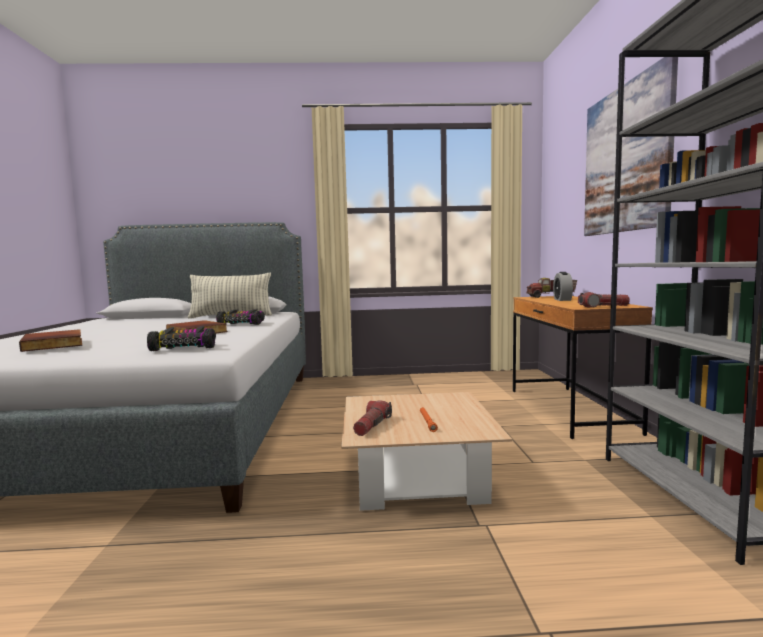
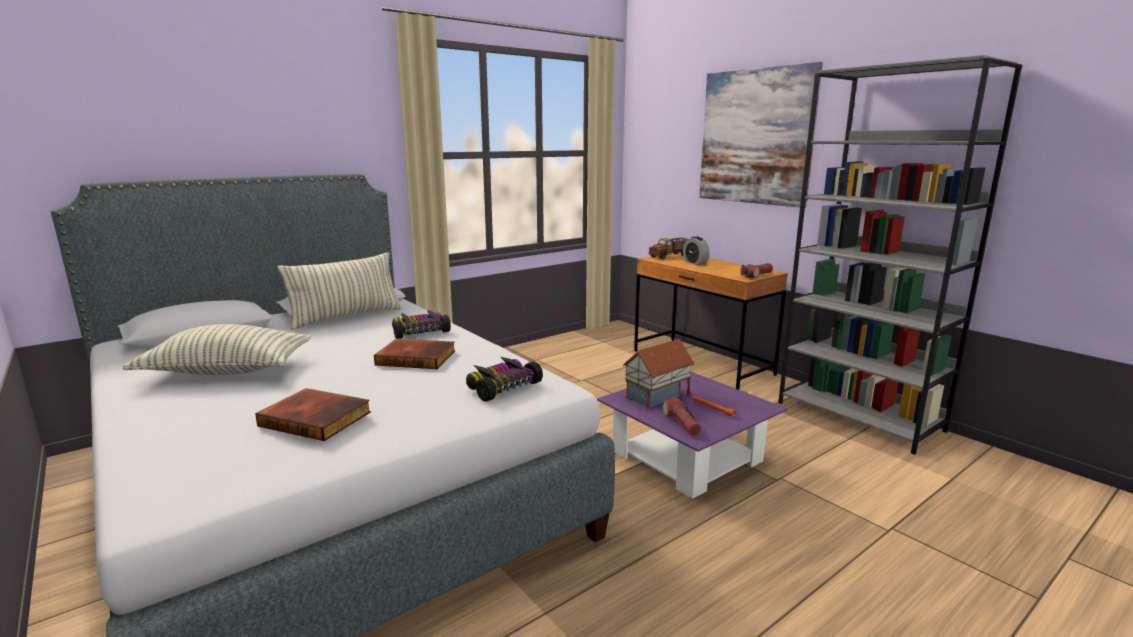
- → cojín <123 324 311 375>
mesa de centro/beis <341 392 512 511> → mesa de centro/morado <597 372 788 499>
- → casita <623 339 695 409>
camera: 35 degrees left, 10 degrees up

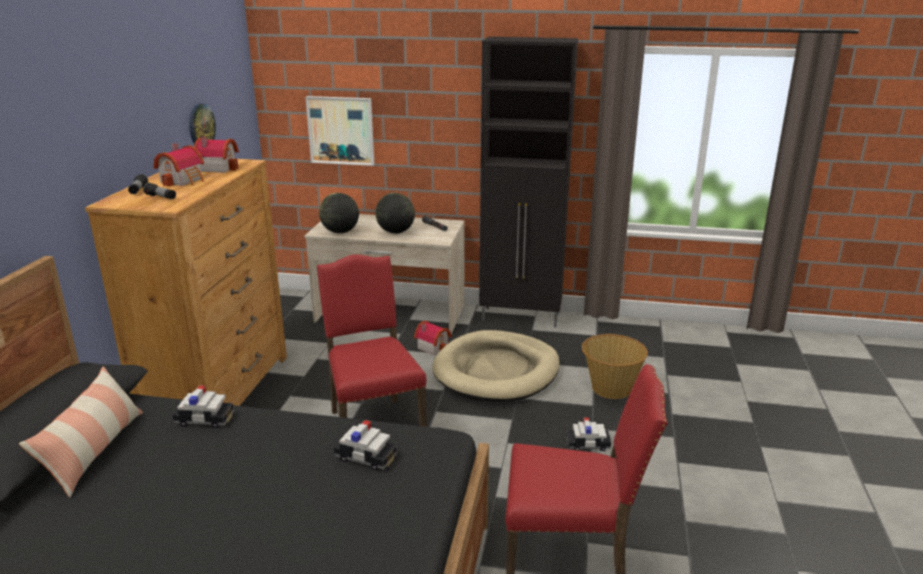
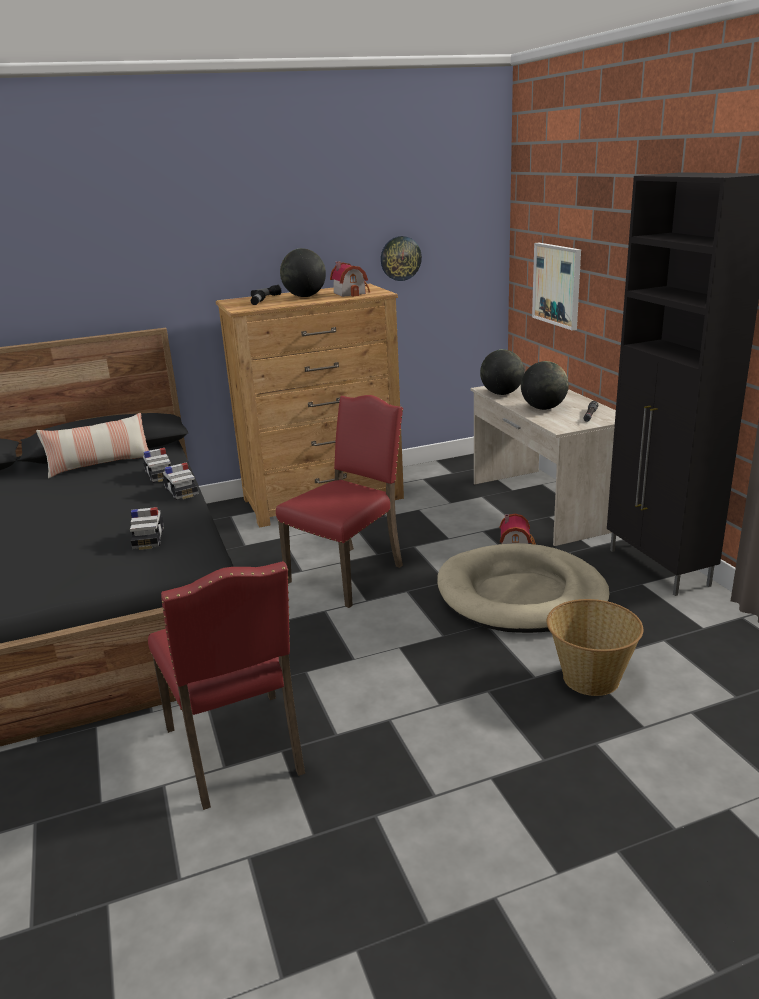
coche de juguete <567 417 611 451> → coche de juguete <163 463 199 500>, move
casita <153 143 204 187> → globo terráqueo <280 248 326 297>
camera: 60 degrees right, 0 degrees up

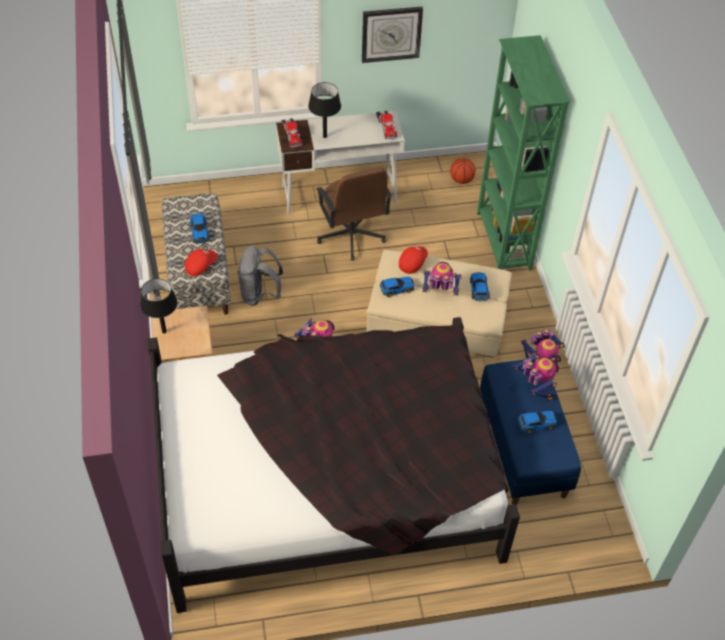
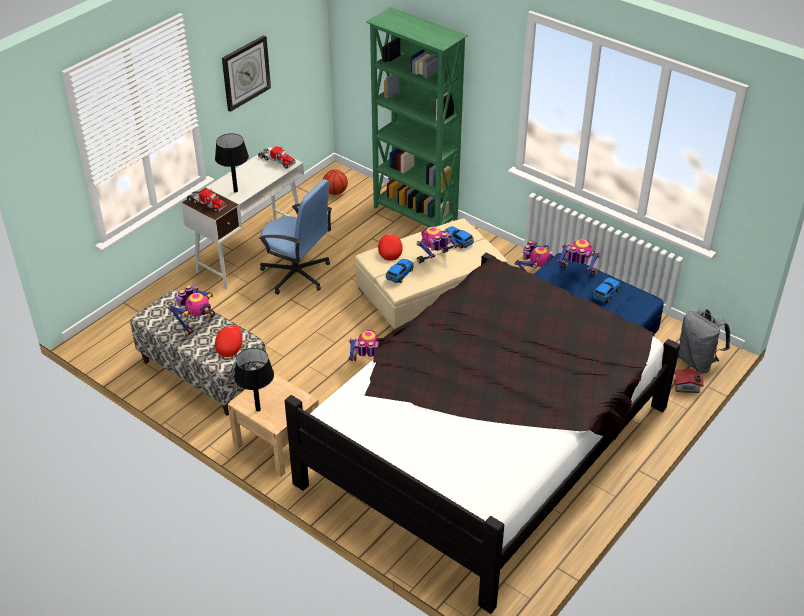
coche de juguete <190 213 209 243> → robot de juguete <168 285 215 335>
silla de oficina/marrón <316 168 392 261> → silla de oficina/azul <259 179 332 295>
- → casita <674 368 704 393>
mochila/gris <237 245 283 306> → mochila/gris <678 308 730 373>, move
camera: 40 degrees left, 10 degrees down

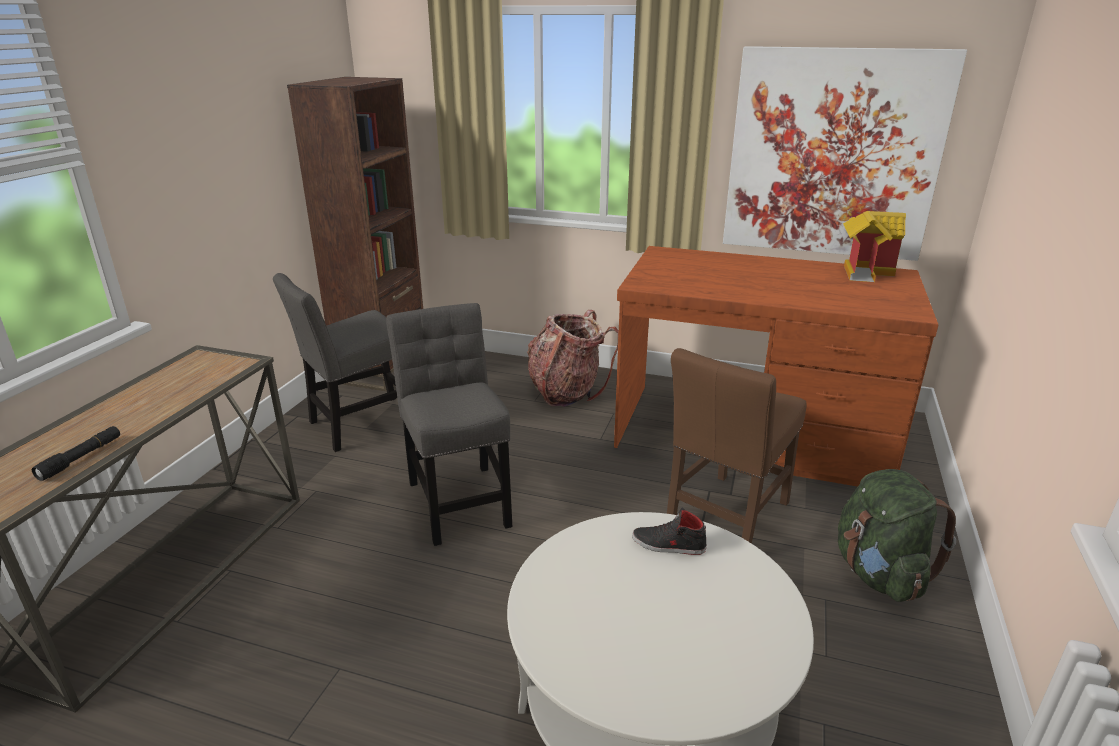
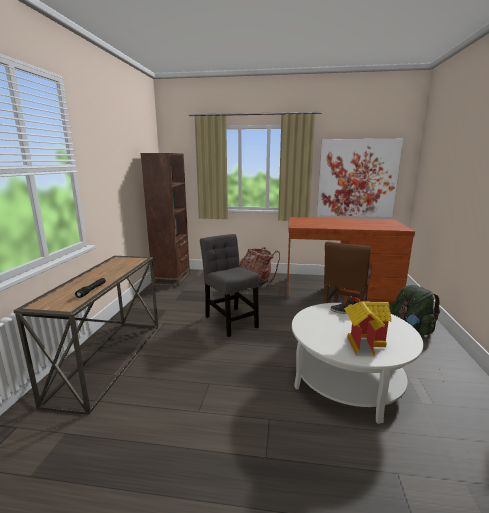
casita <843 211 906 282> → casita <344 301 392 357>, move
silla/gris <273 273 397 452> → -
camera: 10 degrees left, 10 degrees down

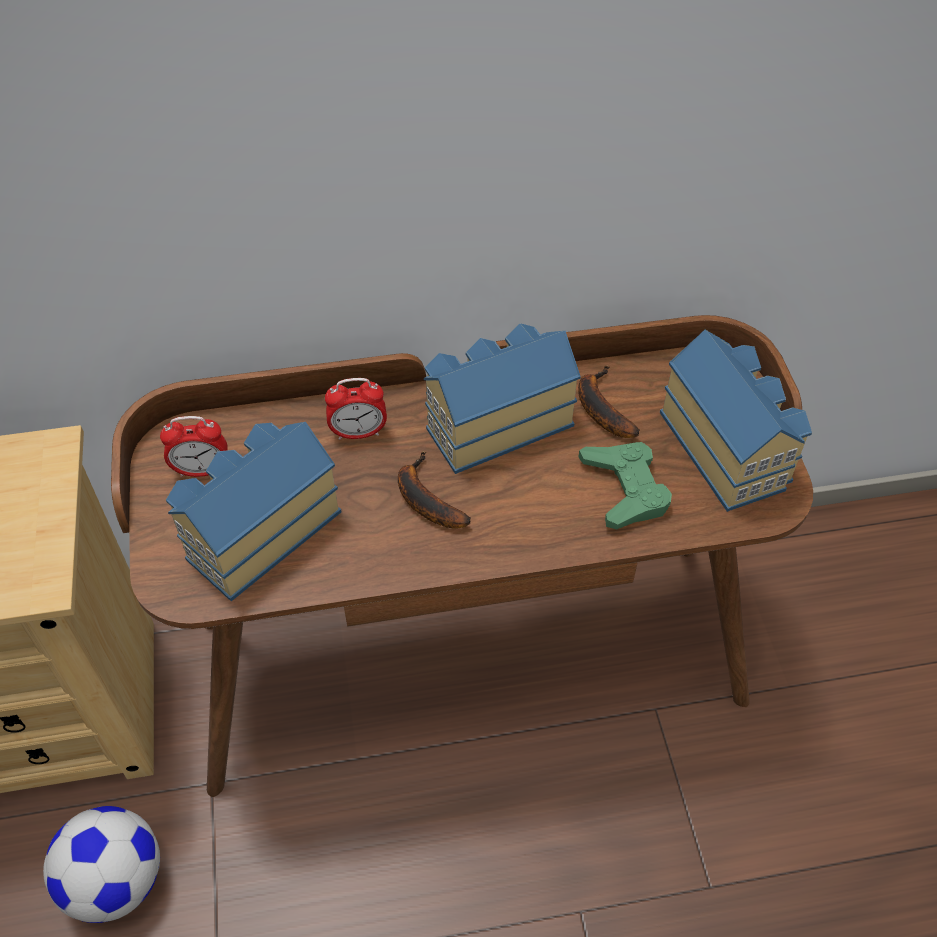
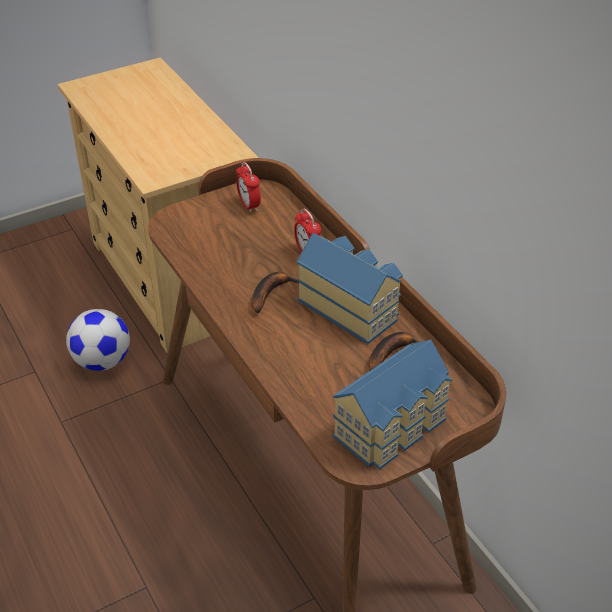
casita <166 422 341 601> → -
mando de consola/verde <578 442 672 529> → -
camera: 70 degrees right, 10 degrees down

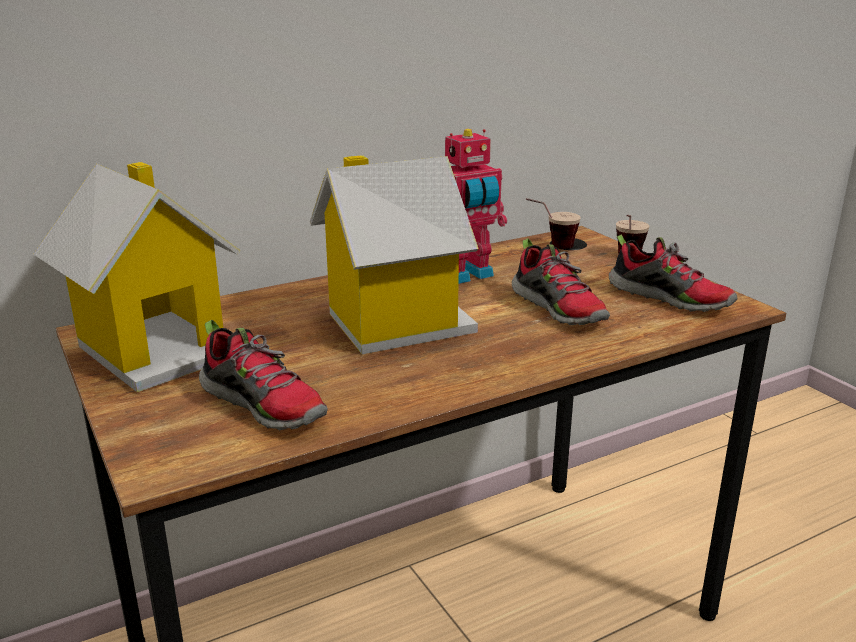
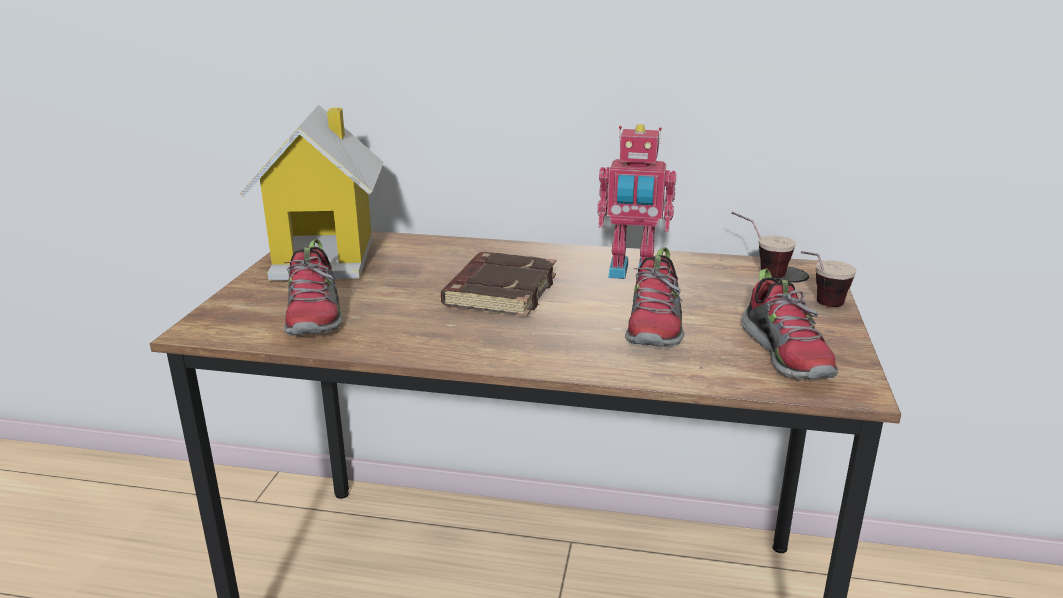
casita <310 155 479 354> → libro/marrón <441 252 556 317>
camera: 40 degrees right, 0 degrees up

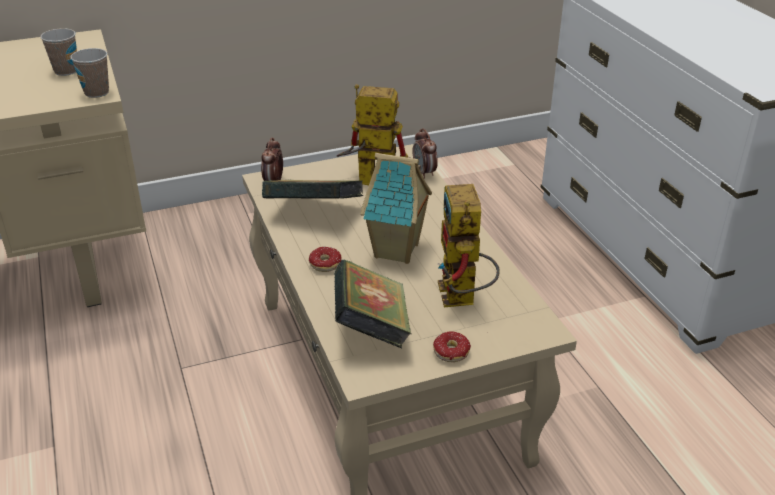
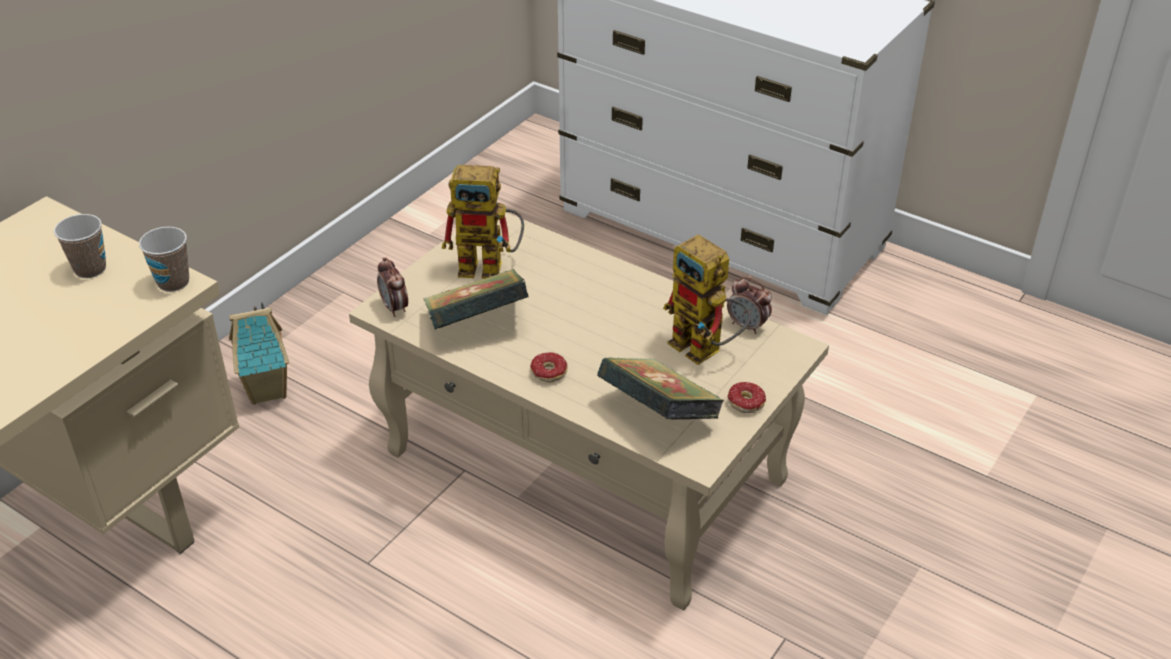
casita <360 153 432 264> → casita <229 302 289 405>, move
robot de juguete <337 84 408 185> → robot de juguete <442 165 524 279>, 150 degrees counterclockwise
despertador <413 128 438 179> → despertador <727 277 772 334>, move
camera: 35 degrees left, 5 degrees up

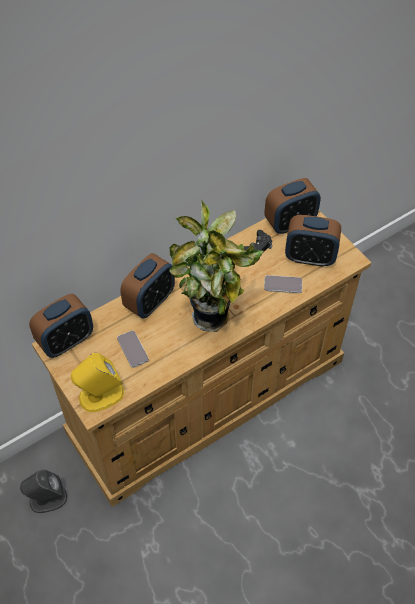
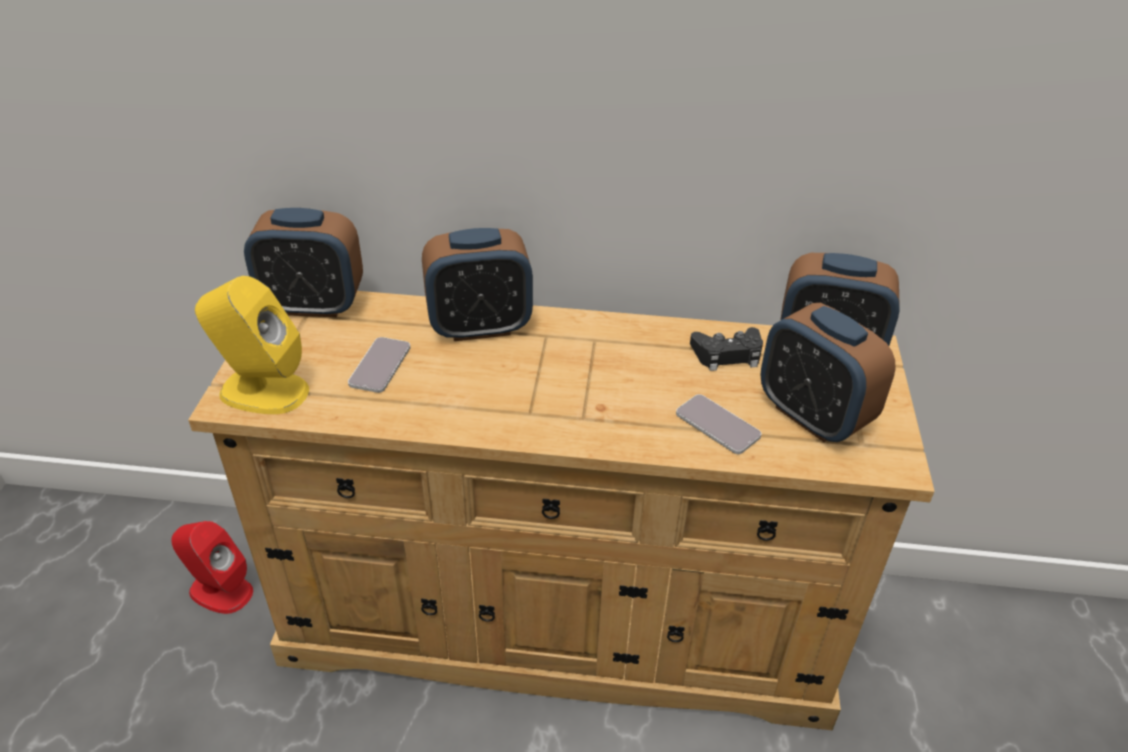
altavoz/gris <20 470 67 513> → altavoz/rojo <171 521 253 614>
planta en maceta <169 200 263 332> → -
camera: 40 degrees right, 15 degrees down

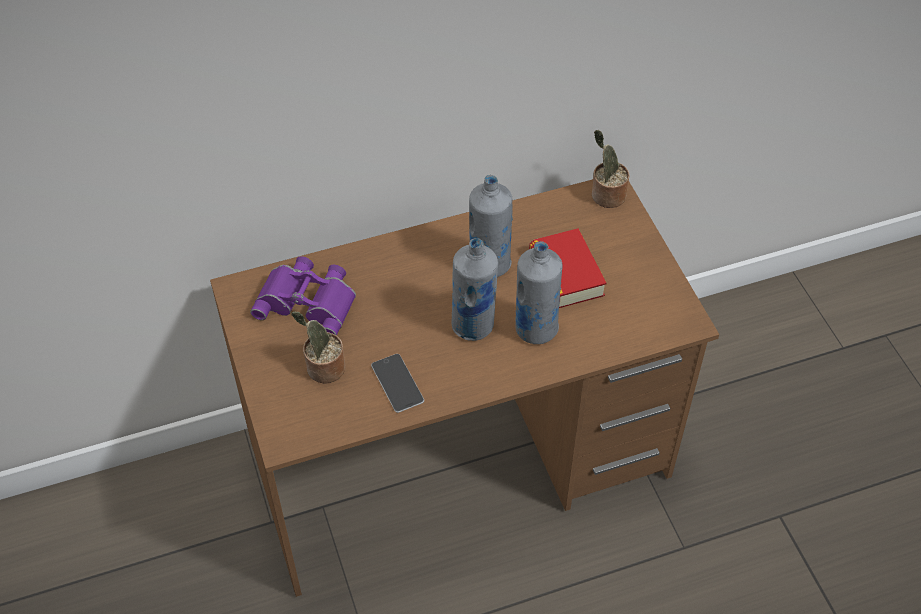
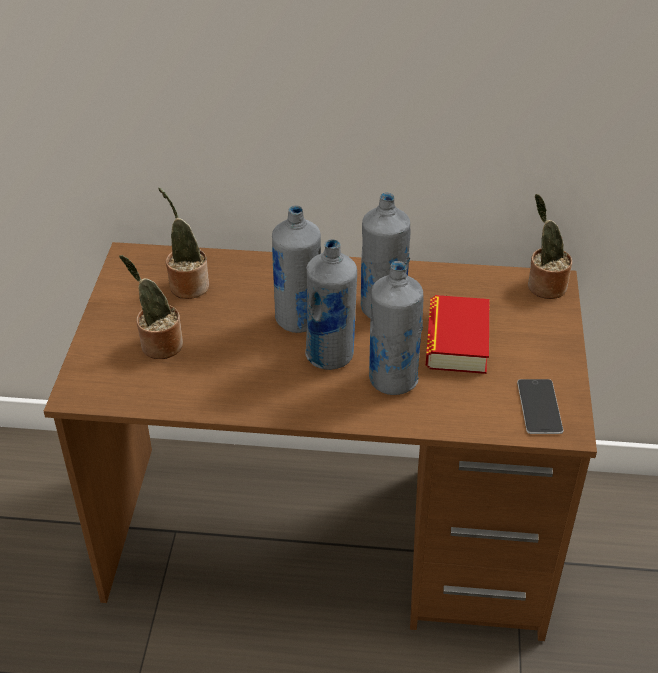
prismáticos/morado <250 256 356 336> → planta en maceta <158 188 209 299>
- → botella/gris <272 205 321 333>
móvil <371 354 424 413> → móvil <517 379 563 434>, move
camera: 25 degrees right, 10 degrees down

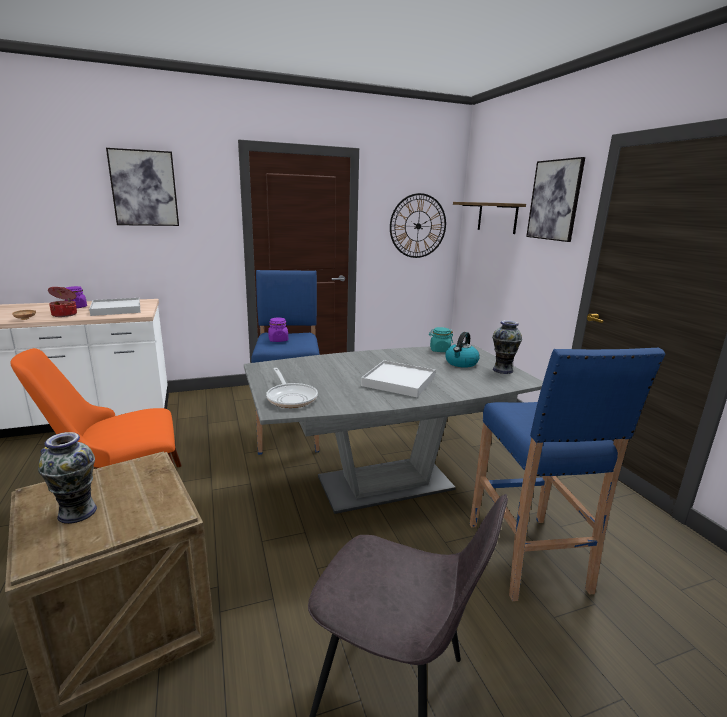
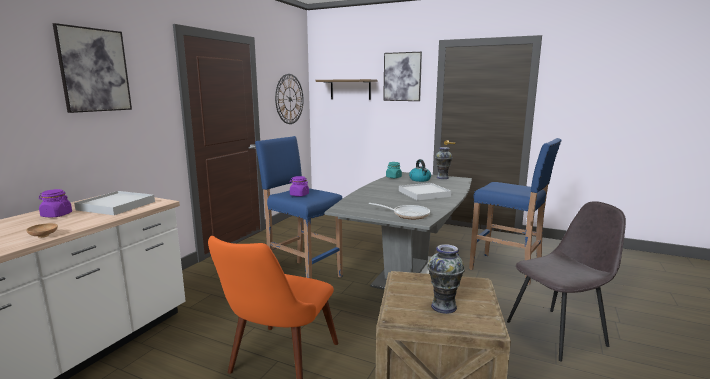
olla <48 287 77 317> → -
camera: 45 degrees left, 5 degrees down

